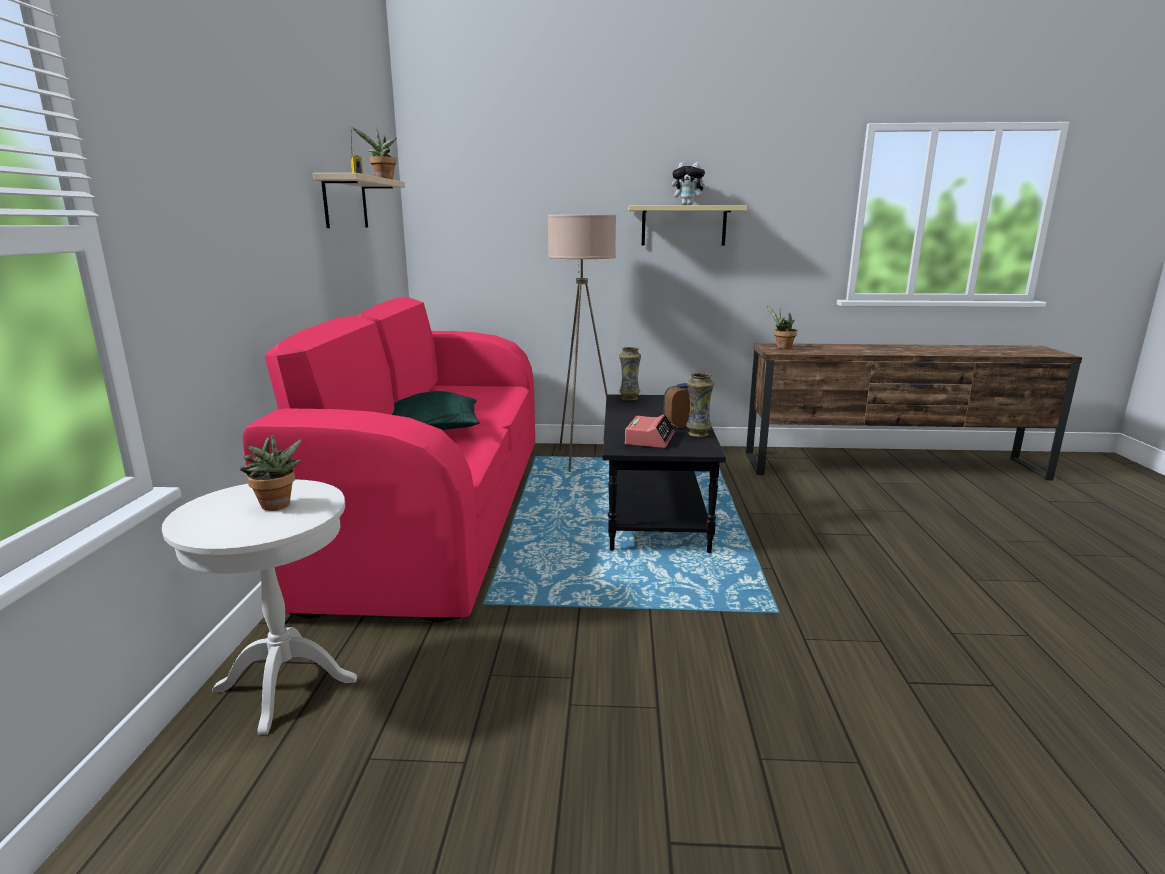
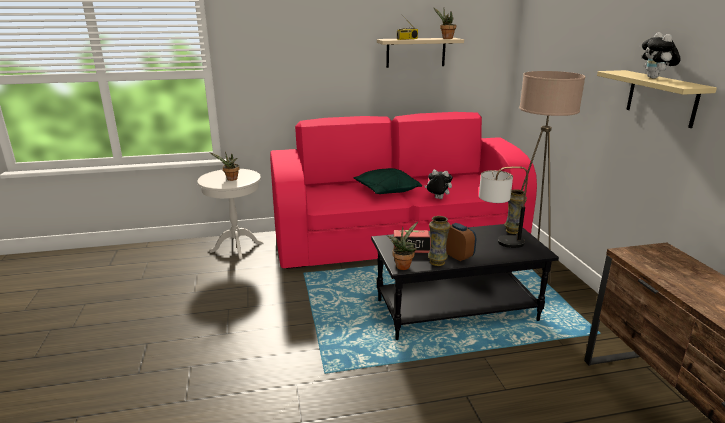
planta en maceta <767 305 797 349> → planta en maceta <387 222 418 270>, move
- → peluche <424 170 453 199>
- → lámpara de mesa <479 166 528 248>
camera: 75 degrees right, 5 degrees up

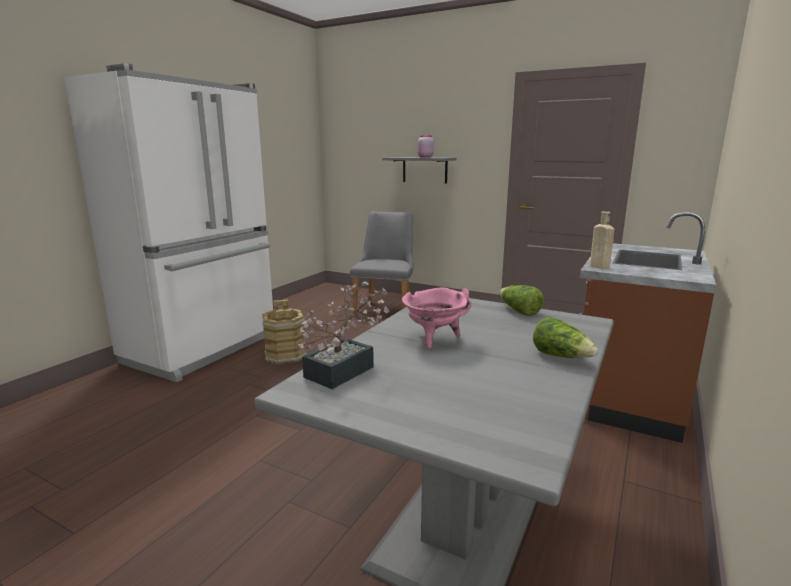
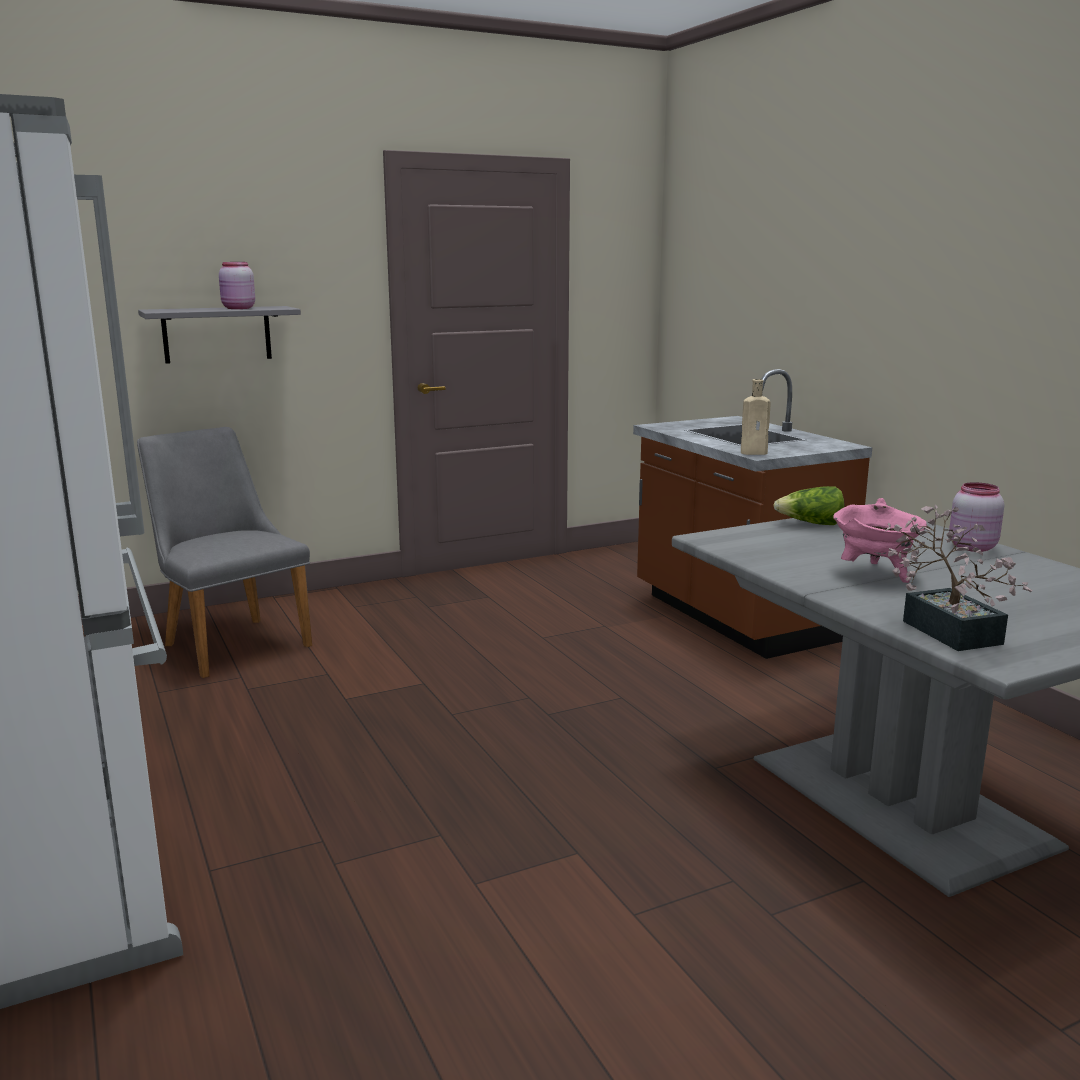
lechuga <533 317 598 358> → tarro/rosa <949 482 1004 552>
cubo/marrón <262 299 307 364> → -
camera: 55 degrees left, 0 degrees up

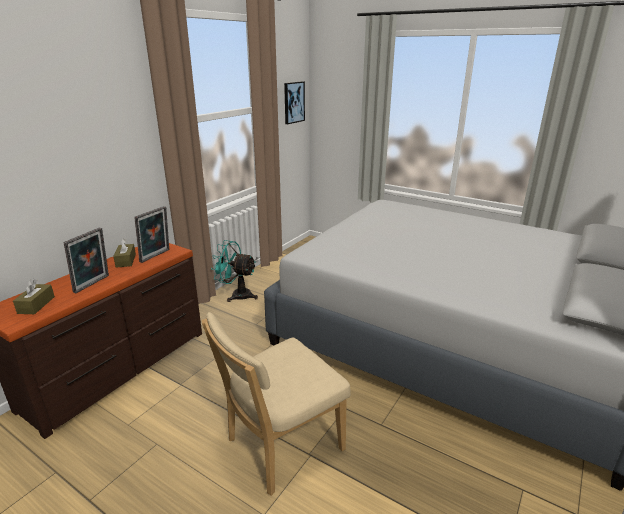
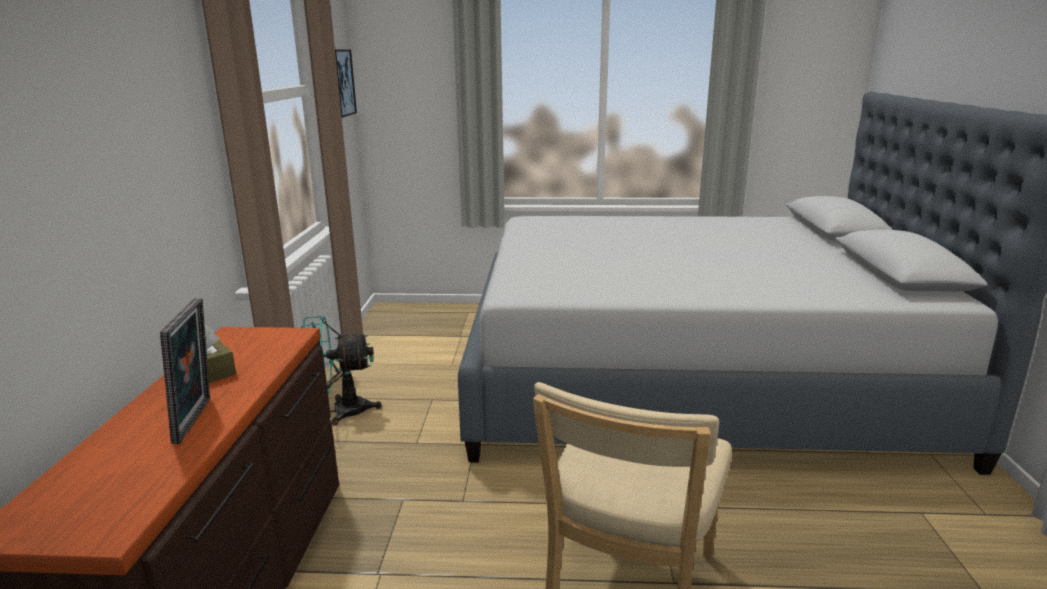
caja de pañuelos/marrón <13 279 55 314> → -
portarretratos <134 206 169 263> → -
camera: 30 degrees left, 5 degrees down

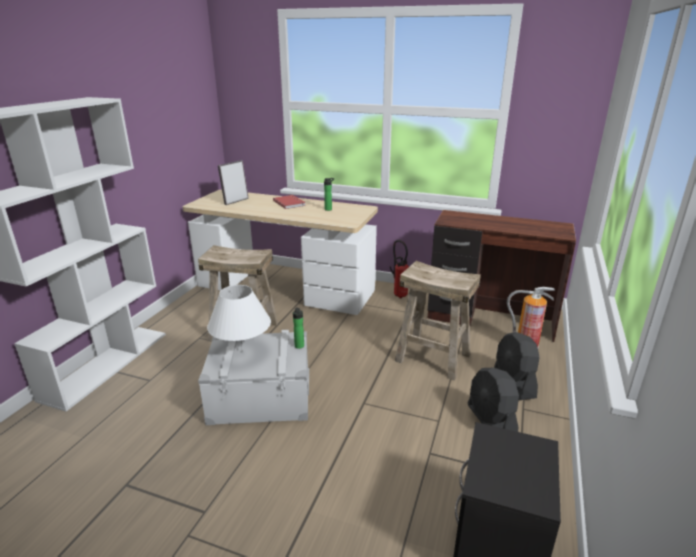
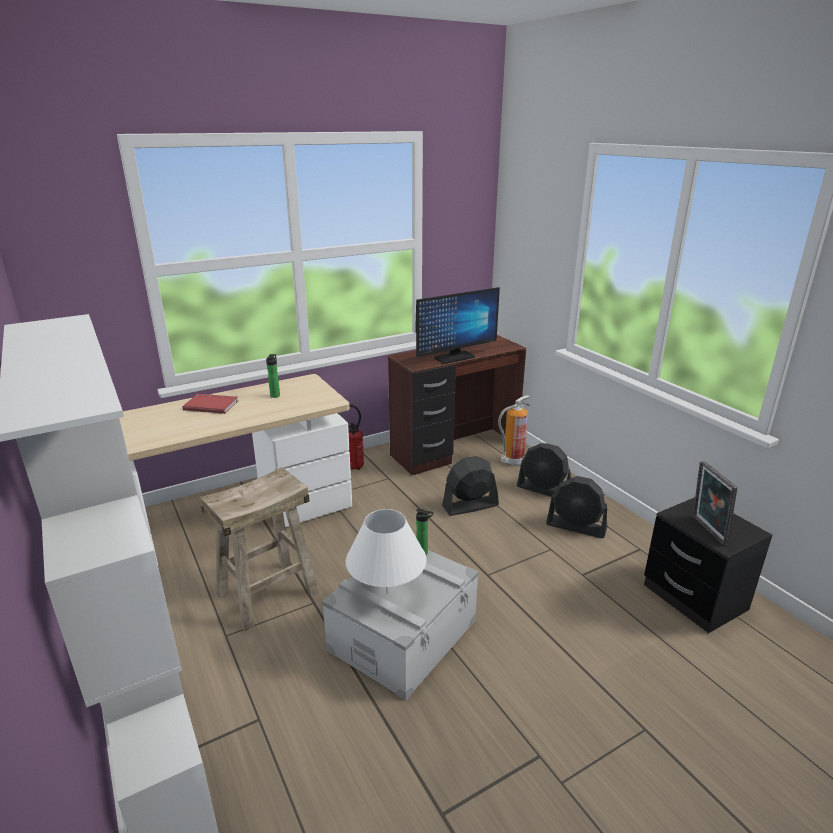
- → monitor <415 287 500 364>
taburete/beis <395 261 481 381> → ventilador/negro <442 456 499 516>
portarretratos <218 160 249 205> → portarretratos <693 461 737 545>, move
camera: 50 degrees left, 0 degrees up

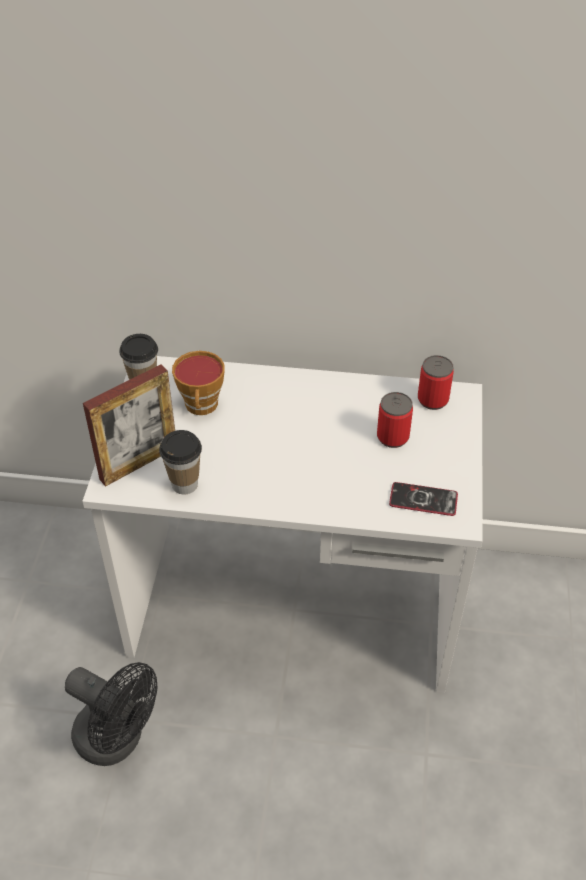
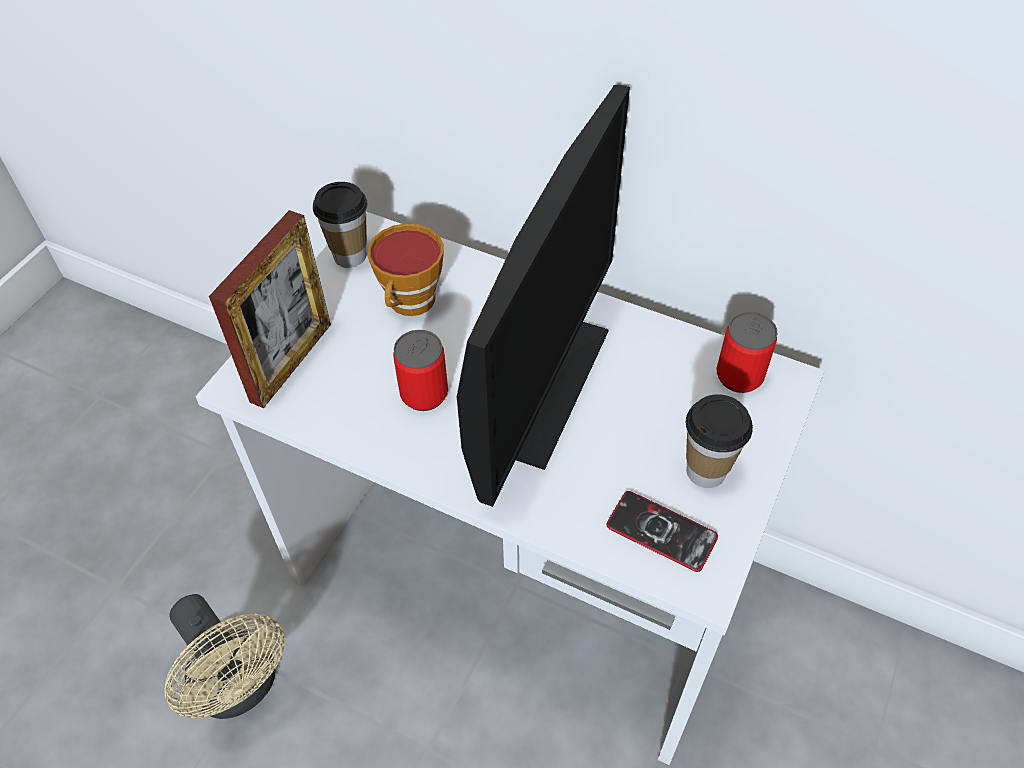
ventilador/negro <65 662 157 766> → ventilador/beis <164 594 284 719>
portarretratos <83 364 175 487> → portarretratos <209 210 331 408>, 45 degrees counterclockwise
lata <377 392 413 448> → lata <393 330 448 411>, move
- → monitor <457 84 630 507>
taza <159 430 202 495> → taza <686 394 753 488>, move
camera: 20 degrees right, 5 degrees up

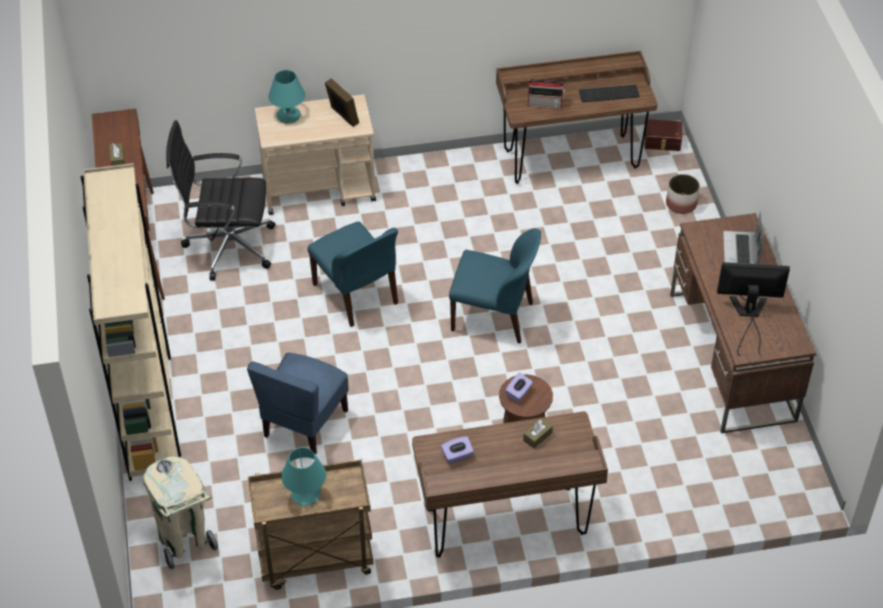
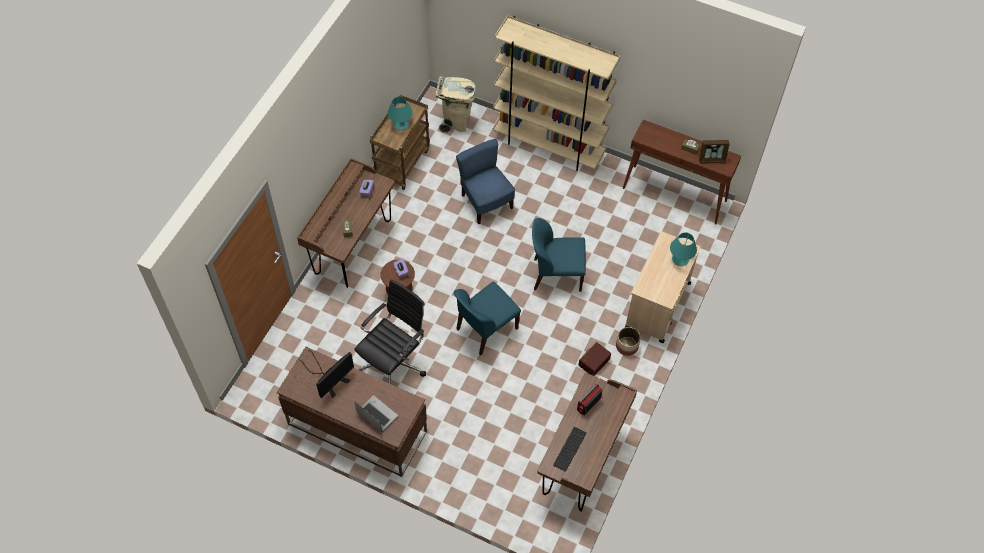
silla de oficina/negro <166 120 275 281> → silla de oficina/negro <354 279 426 384>, move
caja de almacenaje/marrón <645 119 682 151> → caja de almacenaje/marrón <578 342 611 376>, move
maceta <666 174 700 214> → maceta <616 327 641 356>, move
portarretratos <325 78 359 127> → portarretratos <699 140 730 163>, move
camera: 125 degrees right, 10 degrees up

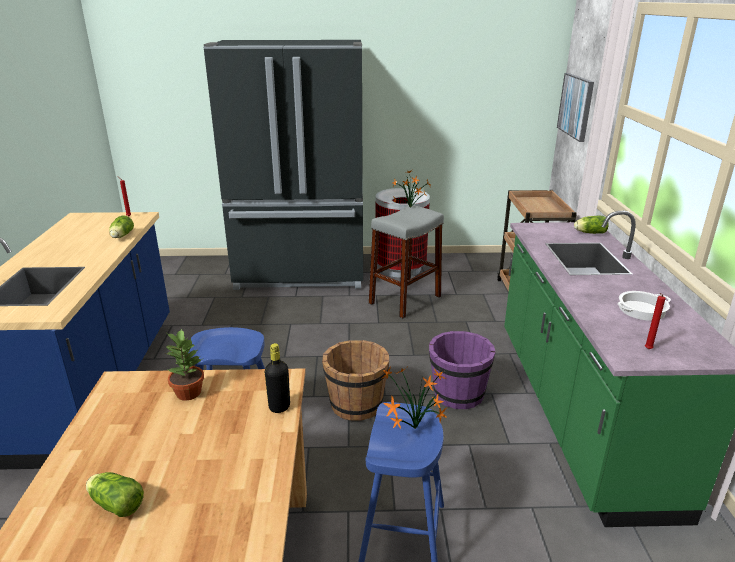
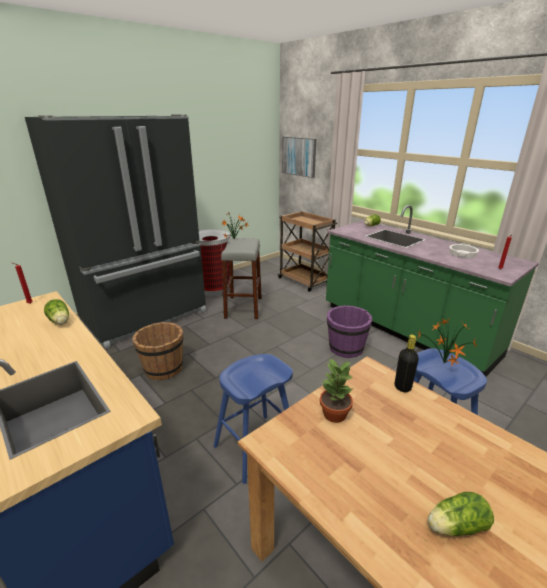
cubo/marrón <322 340 389 421> → cubo/marrón <132 322 183 380>, move
camera: 40 degrees left, 0 degrees up

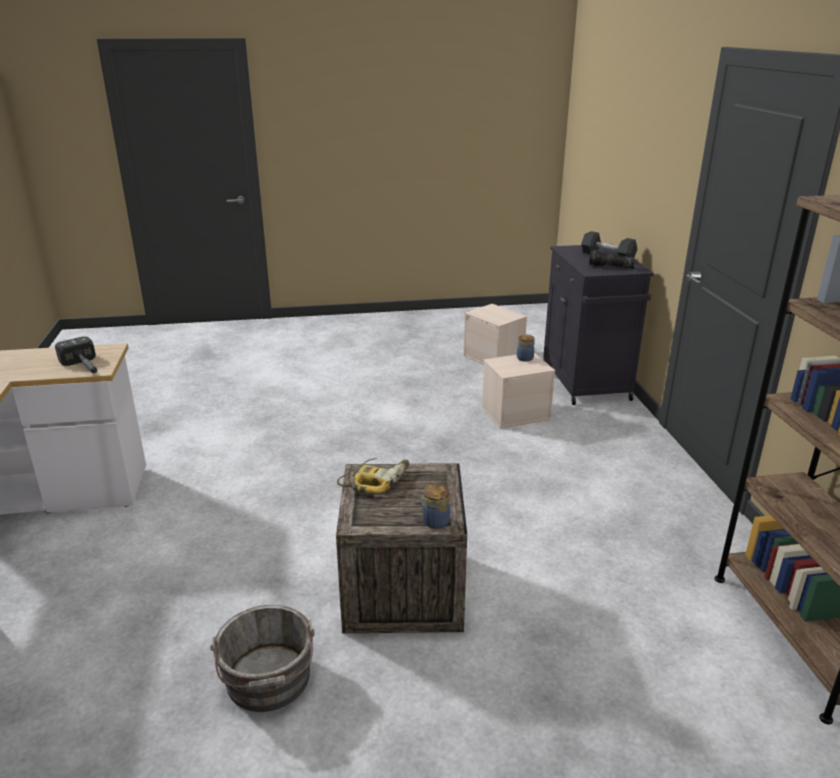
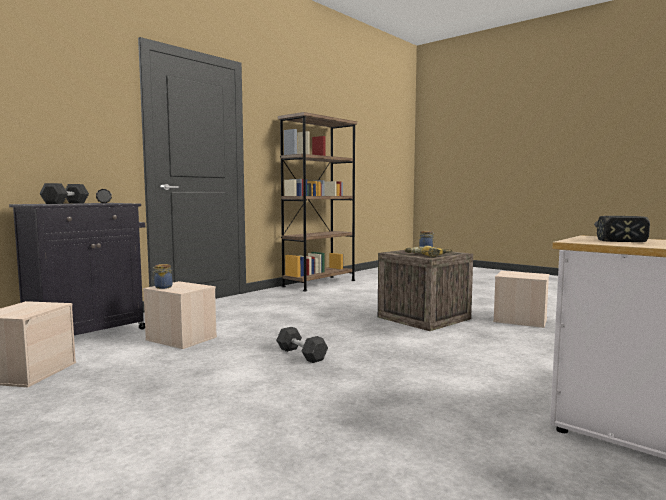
- → mancuerna/gris <276 327 328 363>
cubo/gris <210 605 315 712> → caja de almacenaje/beis <493 271 549 328>
camera: 130 degrees left, 20 degrees down

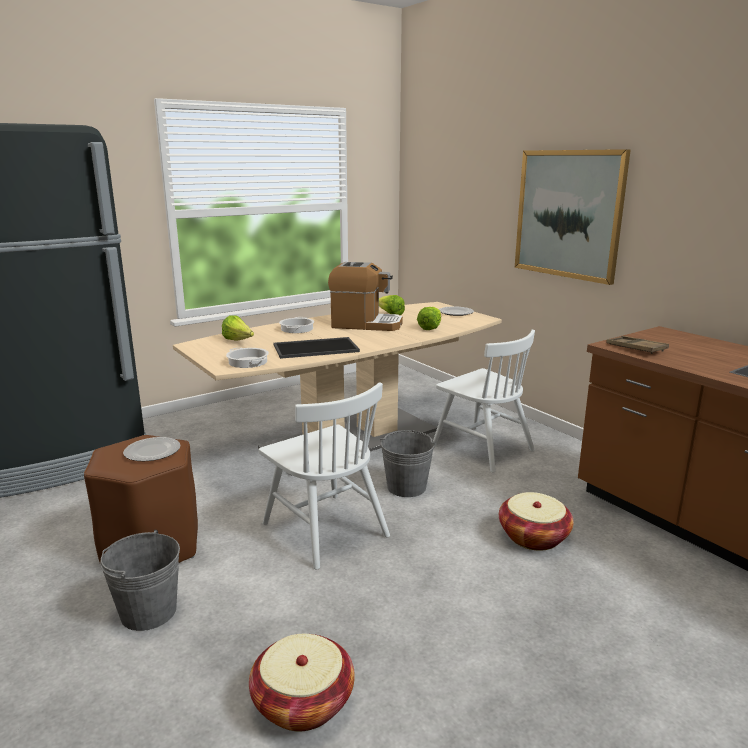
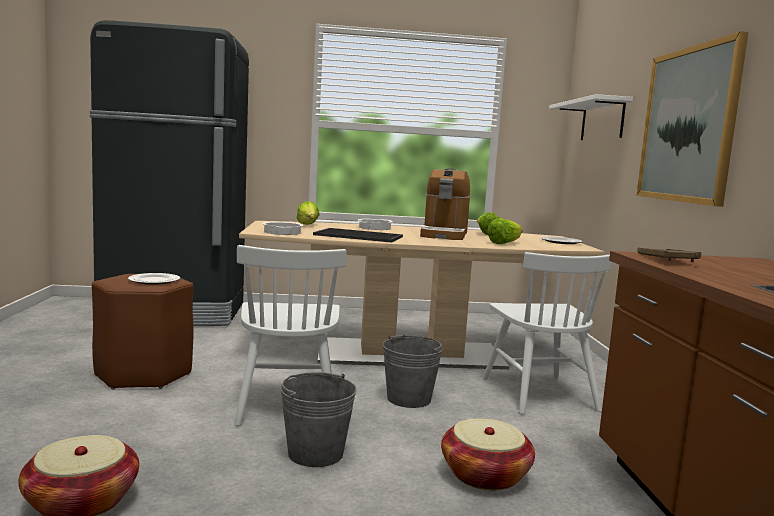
cubo/gris <100 530 180 631> → cubo/gris <280 372 357 467>, move
cafetera <328 262 403 331> → cafetera <420 168 470 240>, 60 degrees clockwise
- → estante/blanco <549 94 633 140>
camera: 30 degrees right, 10 degrees down

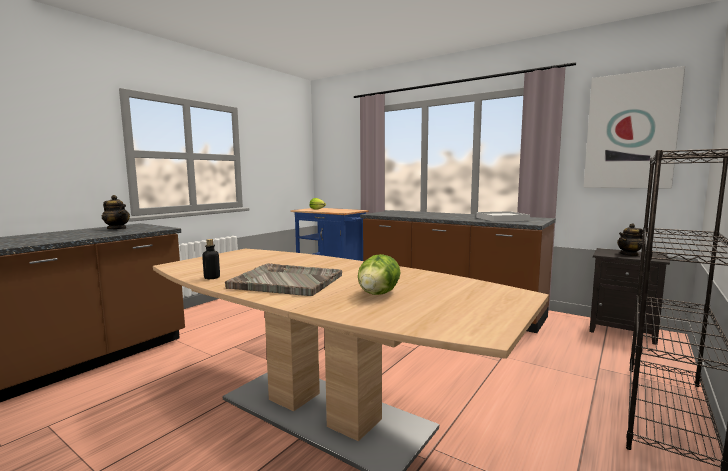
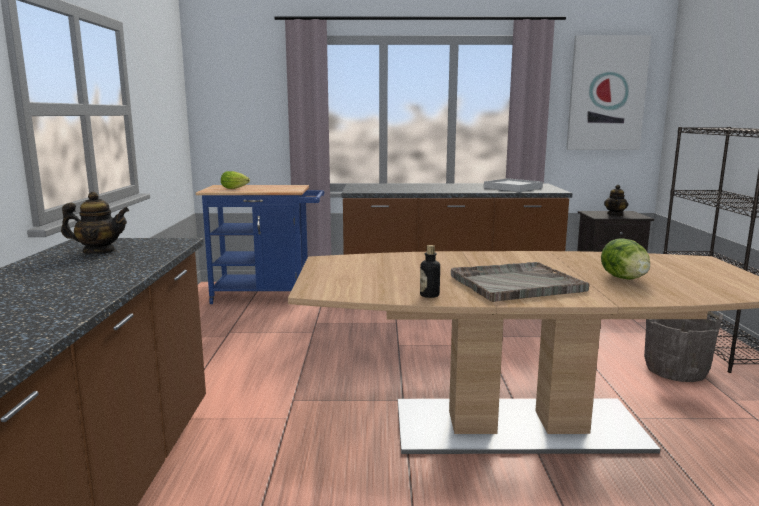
- → cubo/gris <644 311 723 382>
camera: 35 degrees left, 5 degrees up

